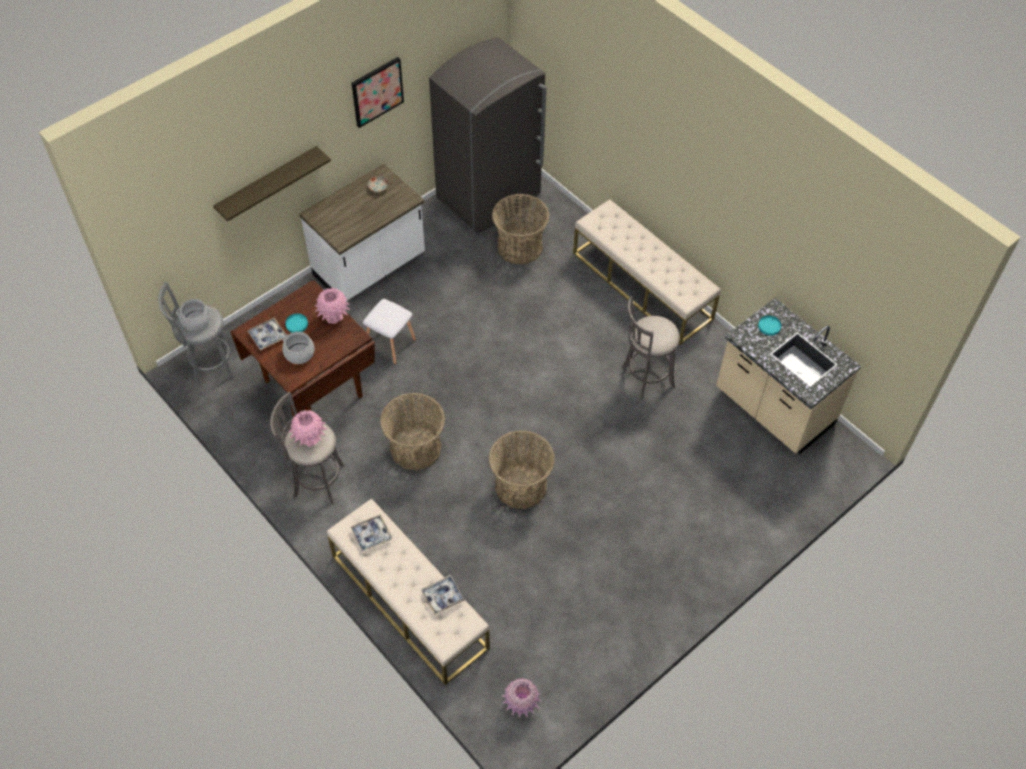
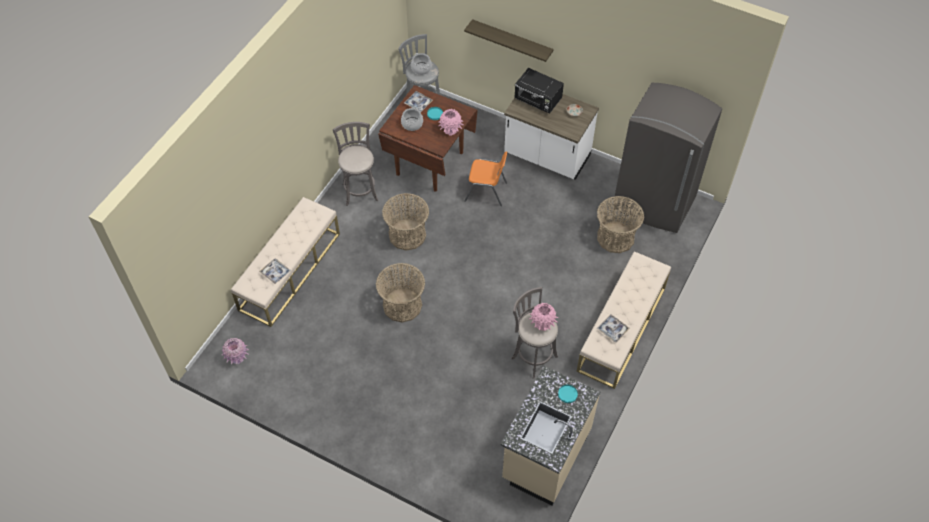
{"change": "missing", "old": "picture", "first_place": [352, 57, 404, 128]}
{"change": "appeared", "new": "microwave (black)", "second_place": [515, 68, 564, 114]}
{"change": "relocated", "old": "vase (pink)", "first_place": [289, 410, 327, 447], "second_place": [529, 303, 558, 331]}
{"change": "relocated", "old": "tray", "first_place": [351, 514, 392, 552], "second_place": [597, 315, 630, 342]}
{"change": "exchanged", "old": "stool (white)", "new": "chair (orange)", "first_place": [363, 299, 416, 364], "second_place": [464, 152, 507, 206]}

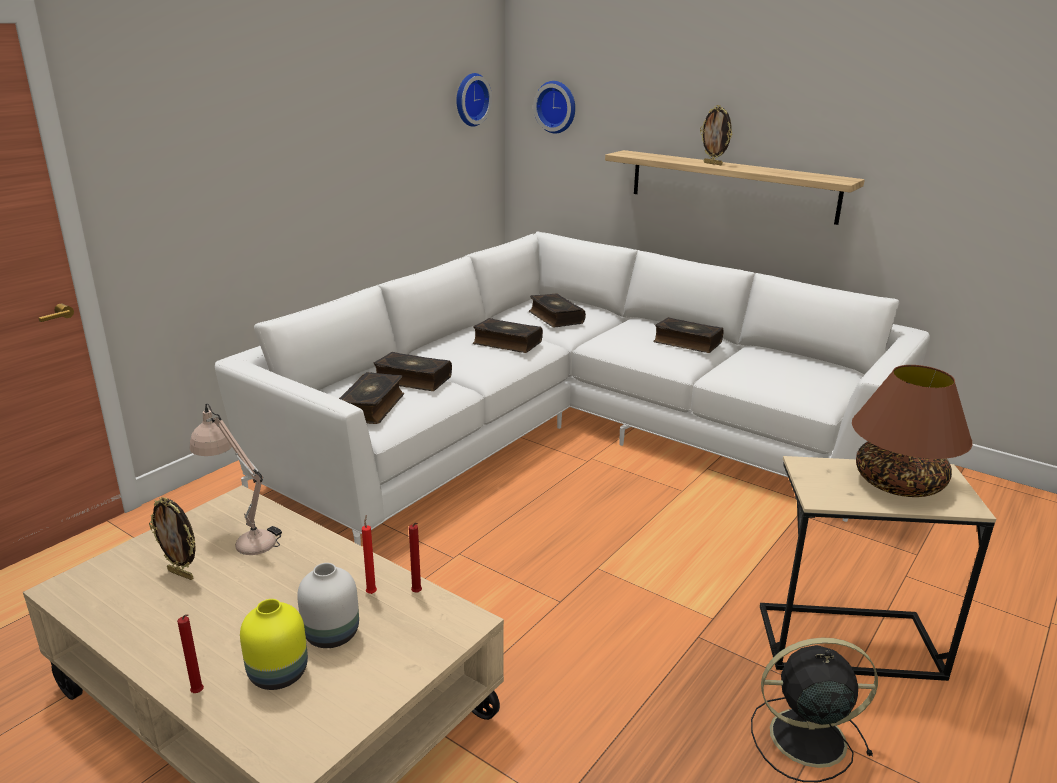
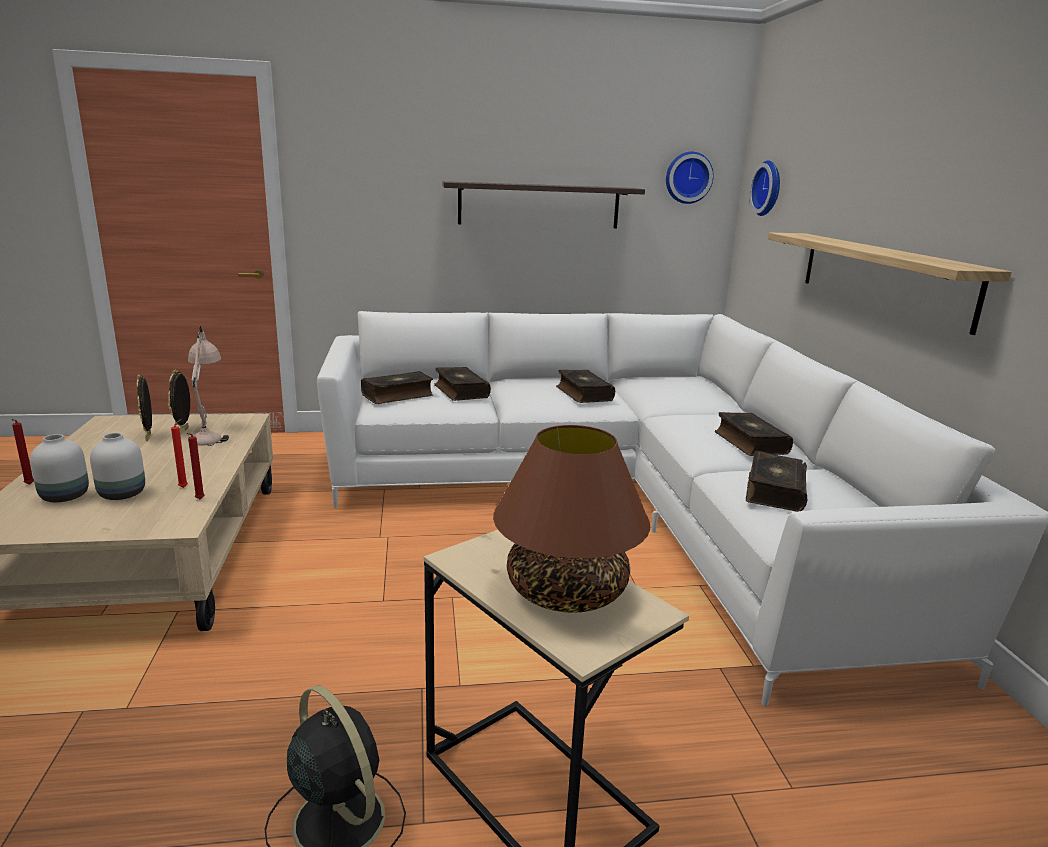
{"change": "appeared", "new": "shelf", "second_place": [443, 181, 645, 228]}
{"change": "relocated", "old": "book", "first_place": [529, 293, 586, 327], "second_place": [746, 451, 807, 512]}
{"change": "relocated", "old": "picture frame", "first_place": [700, 105, 733, 165], "second_place": [168, 370, 190, 434]}
{"change": "colour", "old": "vase (yellow)", "new": "vase (white)", "first_place": [240, 599, 308, 690], "second_place": [30, 434, 89, 502]}

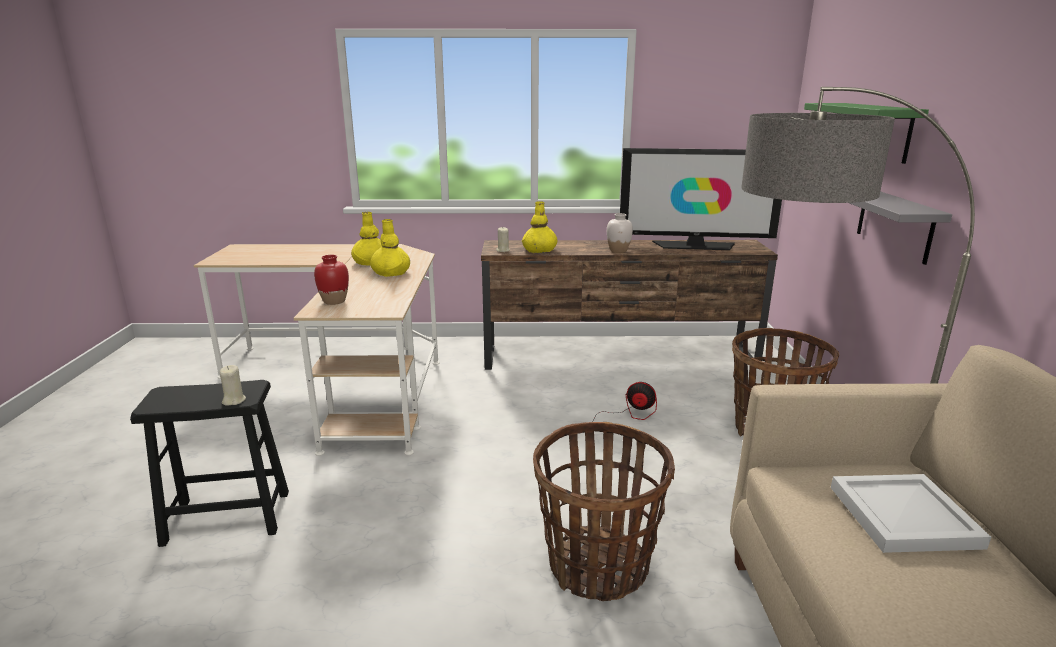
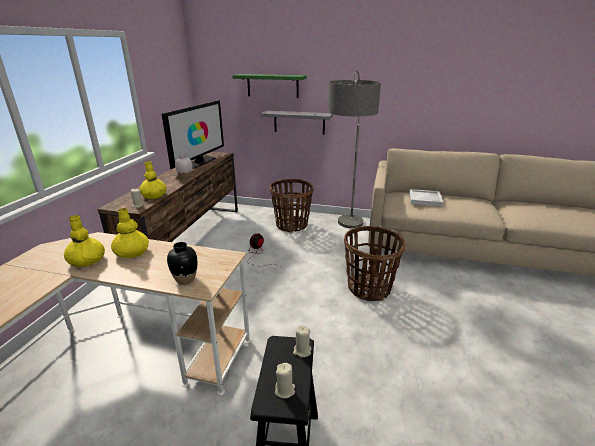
{"change": "appeared", "new": "candle (beige)", "second_place": [275, 363, 295, 398]}
{"change": "colour", "old": "vase (red)", "new": "vase (black)", "first_place": [314, 255, 349, 305], "second_place": [167, 242, 197, 285]}

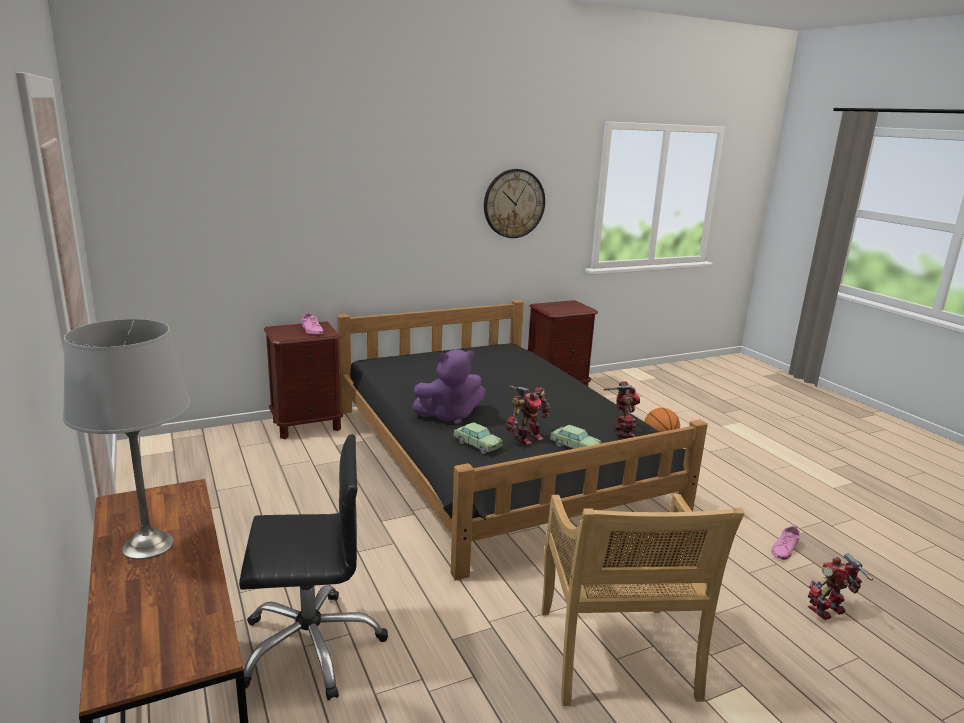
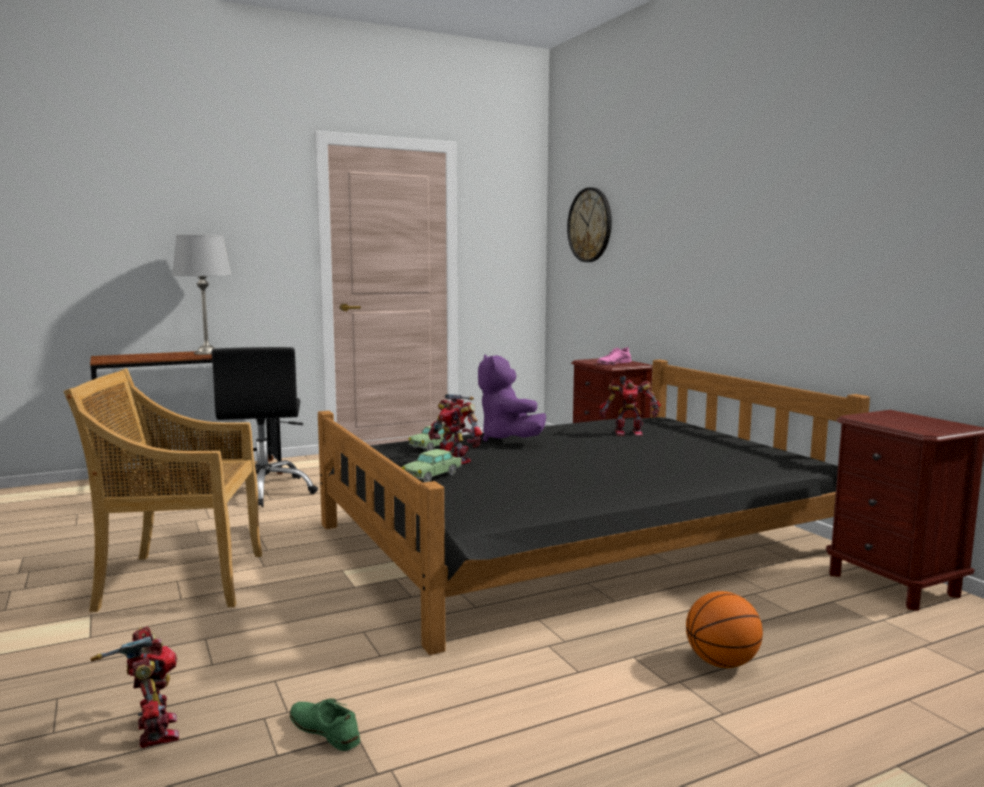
{"change": "relocated", "old": "wall clock", "first_place": [484, 169, 545, 238], "second_place": [567, 187, 612, 262]}
{"change": "relocated", "old": "toy robot", "first_place": [604, 381, 640, 438], "second_place": [599, 376, 661, 436]}
{"change": "colour", "old": "shoe (pink)", "new": "shoe (green)", "first_place": [771, 525, 801, 560], "second_place": [290, 699, 360, 751]}

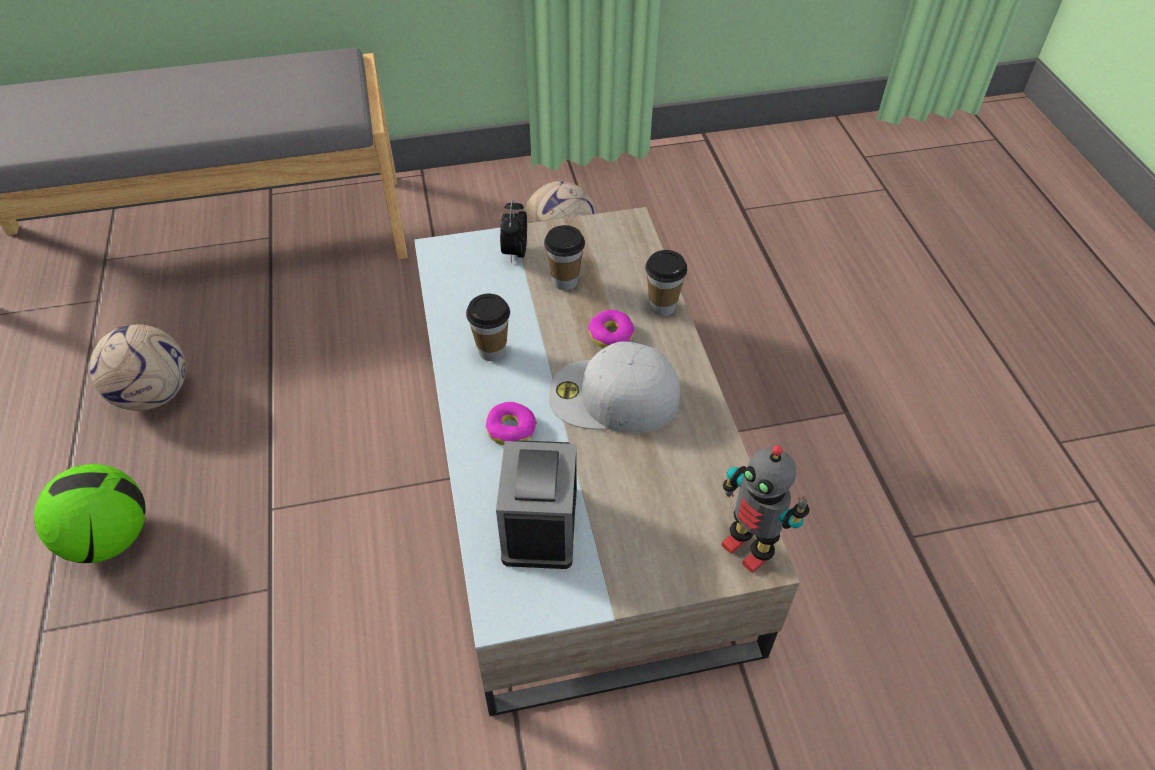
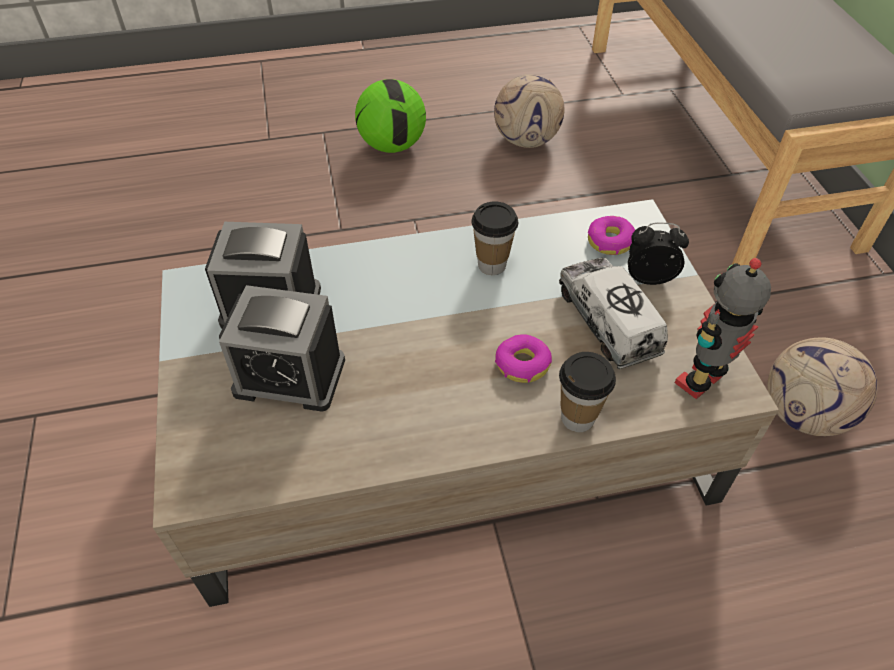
{"change": "missing", "old": "cap (white)", "first_place": [548, 341, 680, 433]}
{"change": "appeared", "new": "alarm clock", "second_place": [219, 285, 345, 412]}
{"change": "relocated", "old": "donut", "first_place": [486, 402, 537, 445], "second_place": [588, 216, 635, 255]}
{"change": "relocated", "old": "toy robot", "first_place": [721, 445, 809, 573], "second_place": [675, 258, 771, 399]}
{"change": "exchanged", "old": "cup", "new": "toy truck", "first_place": [544, 225, 585, 290], "second_place": [559, 258, 668, 369]}

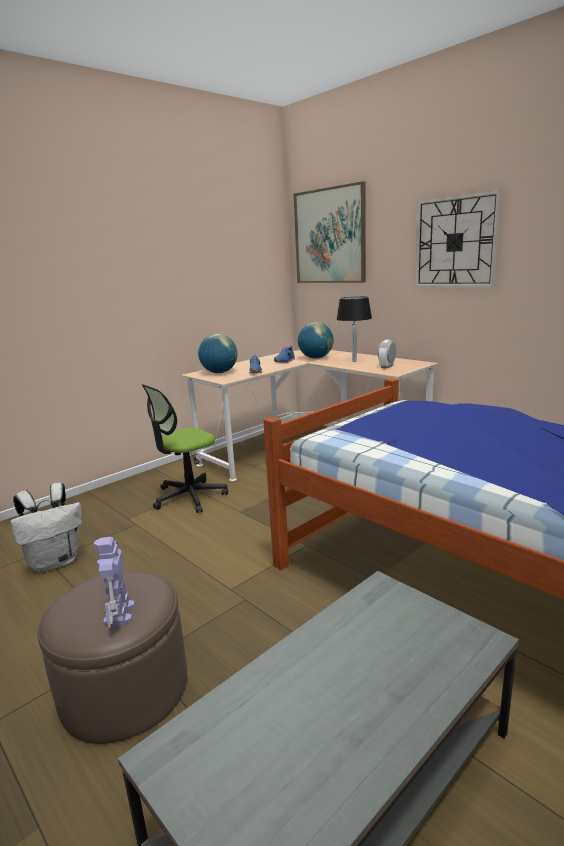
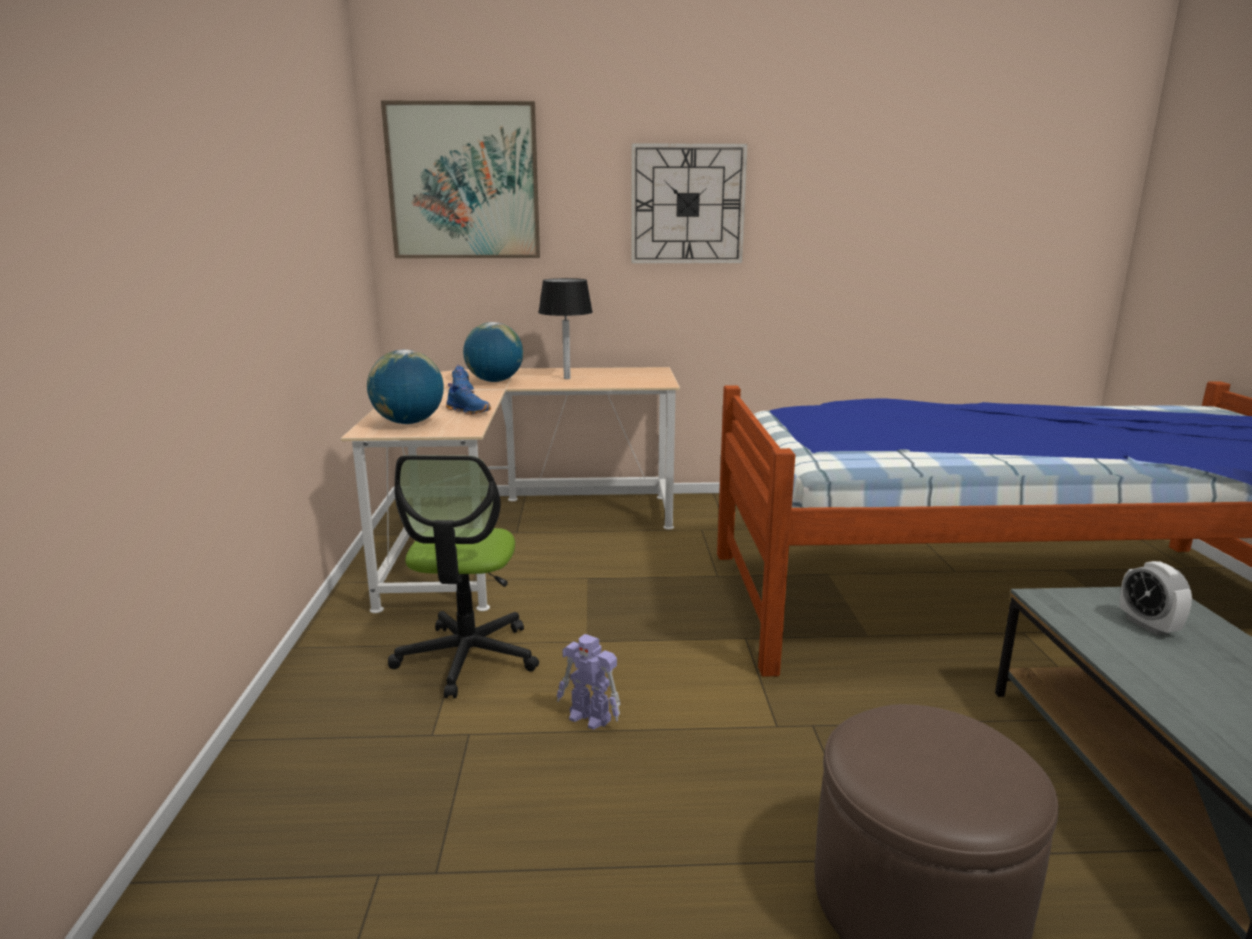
{"change": "missing", "old": "backpack (white)", "first_place": [10, 483, 82, 573]}
{"change": "relocated", "old": "toy robot", "first_place": [94, 537, 135, 628], "second_place": [557, 634, 620, 730]}
{"change": "relocated", "old": "alarm clock", "first_place": [378, 340, 396, 368], "second_place": [1120, 561, 1192, 635]}

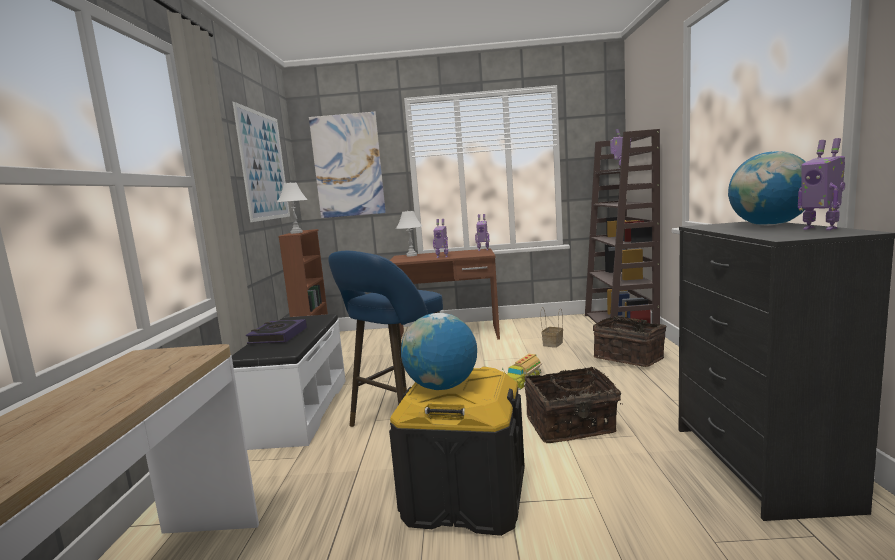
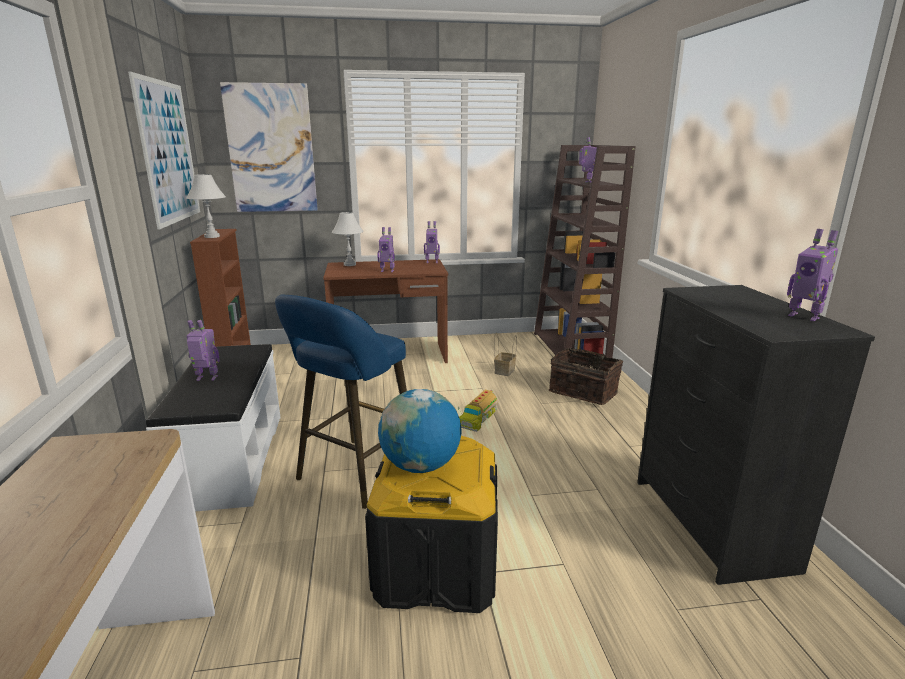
{"change": "missing", "old": "basket", "first_place": [524, 367, 623, 443]}
{"change": "missing", "old": "globe", "first_place": [728, 151, 806, 226]}
{"change": "exchanged", "old": "book", "new": "toy robot", "first_place": [246, 319, 307, 344], "second_place": [187, 320, 220, 381]}

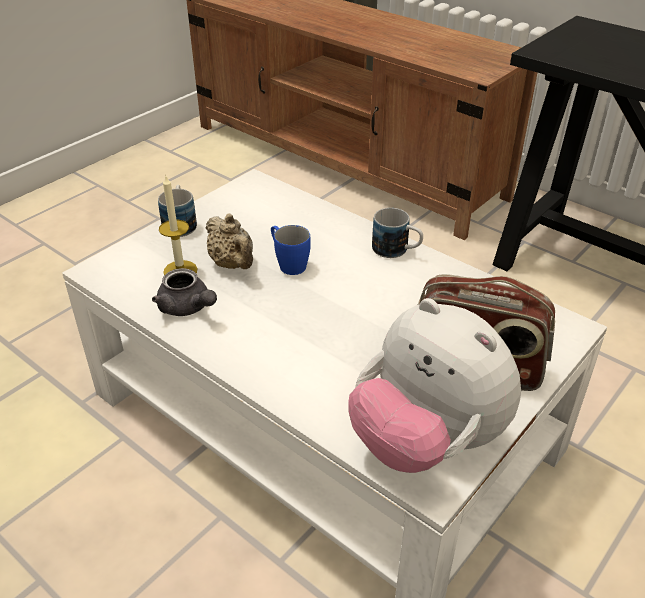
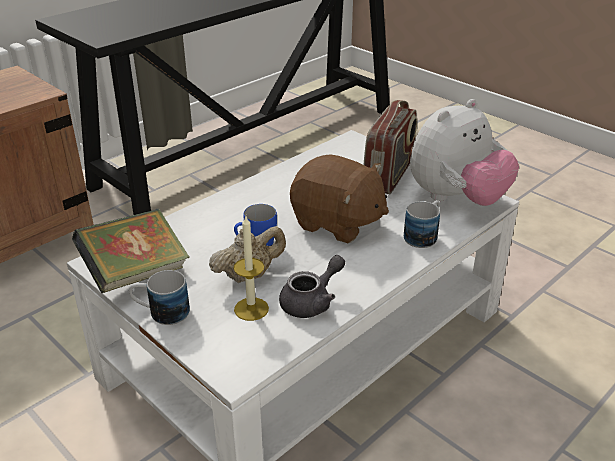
{"change": "appeared", "new": "book", "second_place": [72, 209, 190, 293]}
{"change": "appeared", "new": "plush toy (brown)", "second_place": [290, 154, 389, 243]}
{"change": "relocated", "old": "mug", "first_place": [372, 208, 423, 258], "second_place": [404, 200, 440, 248]}

